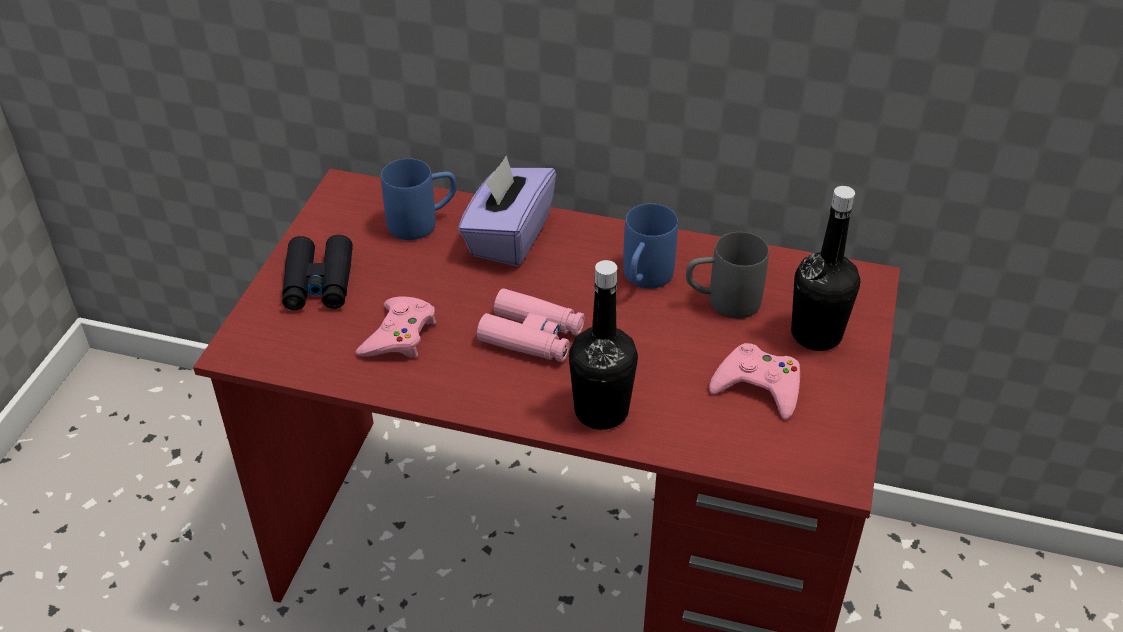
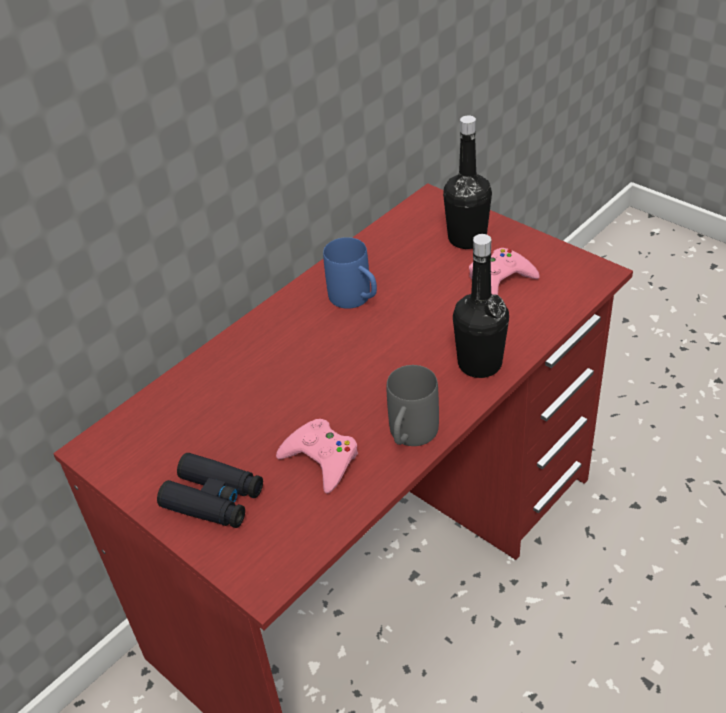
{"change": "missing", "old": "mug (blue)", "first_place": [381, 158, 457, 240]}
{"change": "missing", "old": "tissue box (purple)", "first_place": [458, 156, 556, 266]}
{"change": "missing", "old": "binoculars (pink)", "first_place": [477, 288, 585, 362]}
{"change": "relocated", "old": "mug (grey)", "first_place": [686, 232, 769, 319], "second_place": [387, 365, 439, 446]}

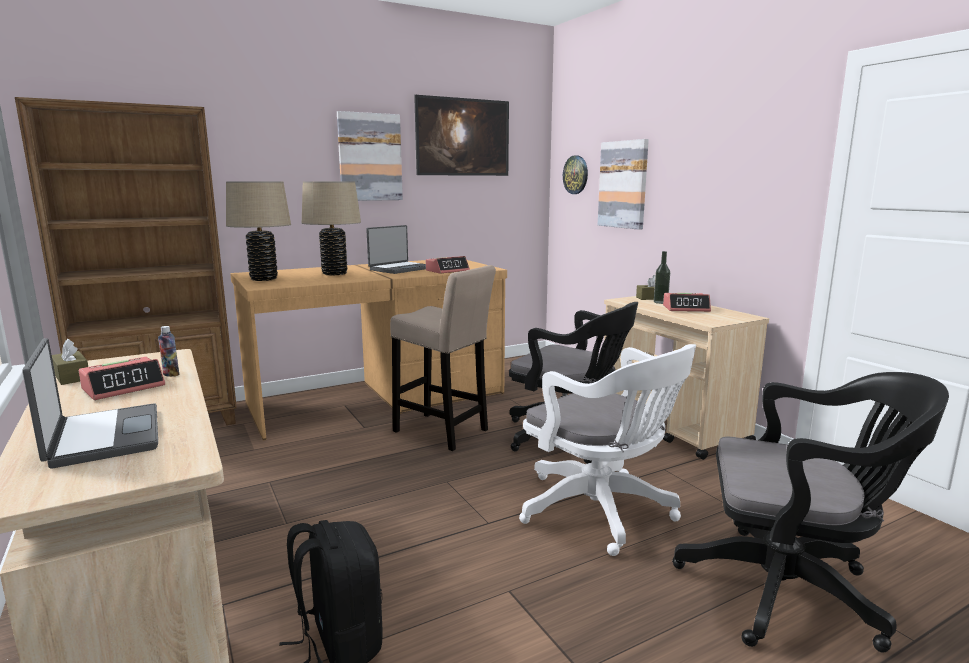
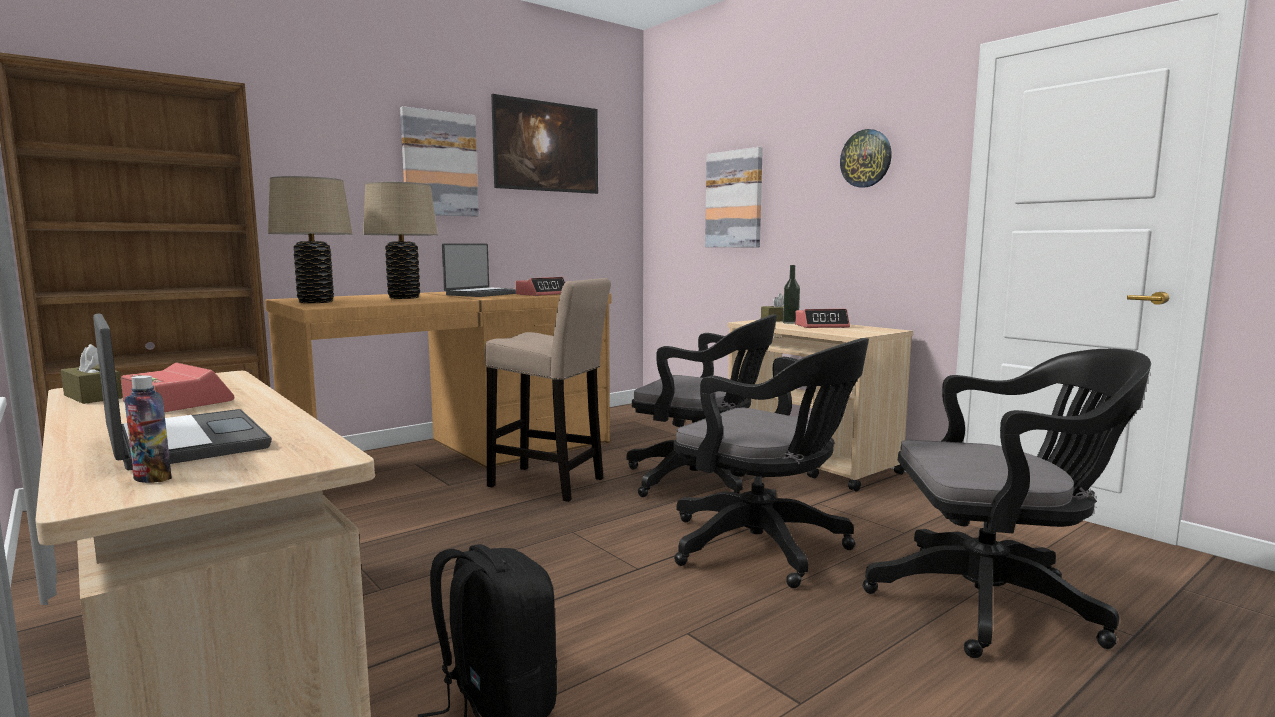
{"change": "relocated", "old": "bottle", "first_place": [158, 326, 179, 377], "second_place": [125, 375, 172, 483]}
{"change": "relocated", "old": "wall clock", "first_place": [563, 155, 588, 194], "second_place": [840, 129, 892, 188]}
{"change": "colour", "old": "office chair (white)", "new": "office chair (black)", "first_place": [519, 344, 696, 556], "second_place": [673, 338, 869, 588]}
{"change": "spun", "old": "alarm clock", "first_place": [79, 357, 165, 400], "second_place": [121, 362, 234, 412], "degrees": -90}

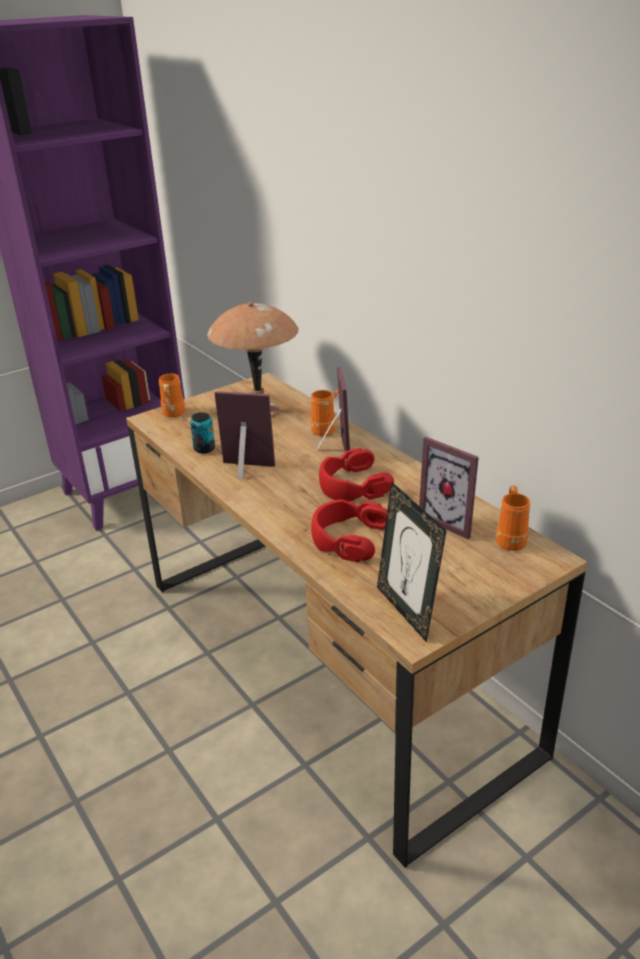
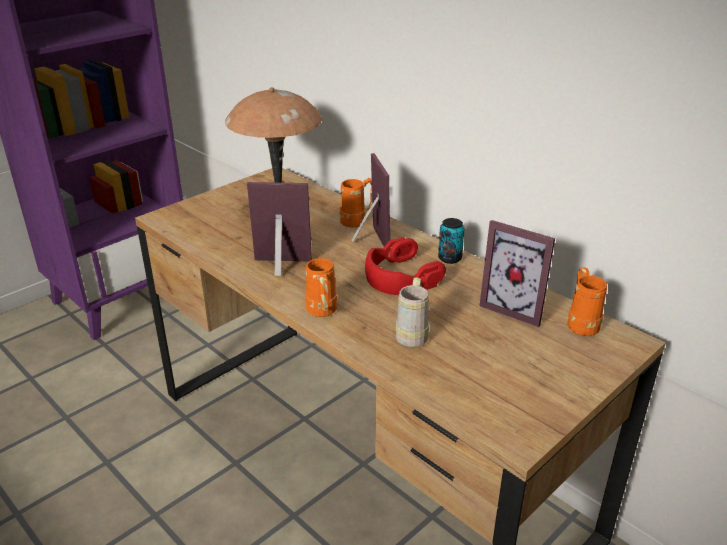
{"change": "missing", "old": "picture frame", "first_place": [377, 482, 447, 642]}
{"change": "relocated", "old": "mug (orange)", "first_place": [159, 374, 185, 417], "second_place": [305, 258, 337, 317]}
{"change": "relocated", "old": "can", "first_place": [190, 412, 215, 453], "second_place": [438, 218, 464, 264]}
{"change": "exchanged", "old": "headphones (red)", "new": "mug (beige)", "first_place": [311, 499, 387, 563], "second_place": [396, 277, 429, 347]}

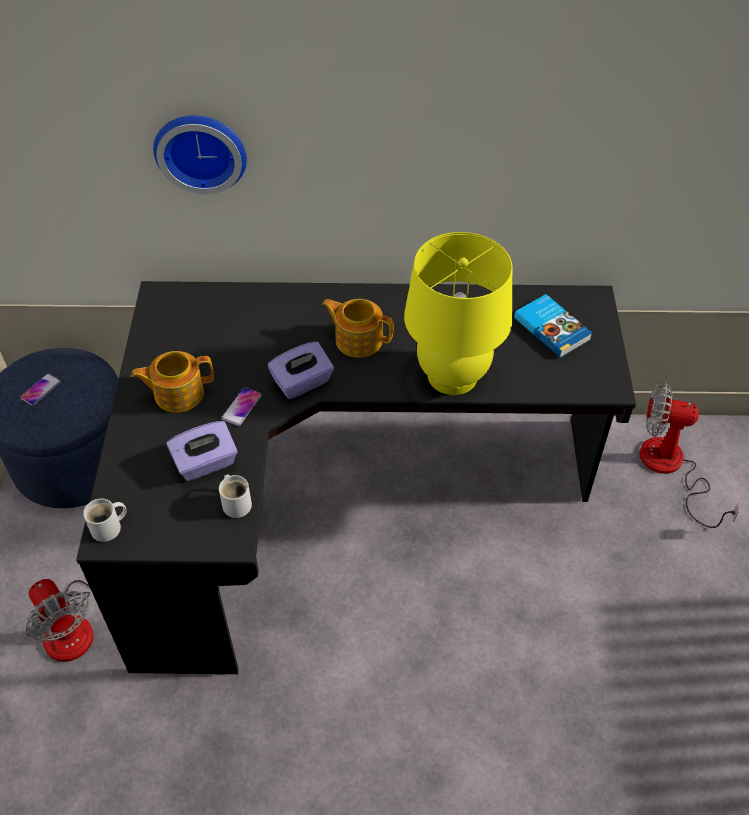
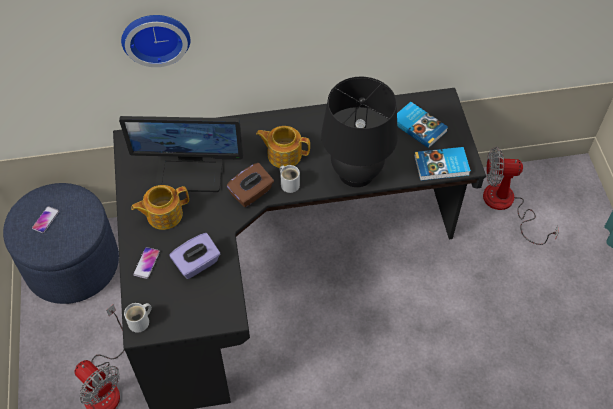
{"change": "appeared", "new": "monitor", "second_place": [119, 116, 243, 192]}
{"change": "appeared", "new": "book", "second_place": [414, 147, 471, 181]}
{"change": "relocated", "old": "mug (white)", "first_place": [219, 474, 252, 518], "second_place": [280, 165, 300, 193]}
{"change": "relocated", "old": "phone", "first_place": [221, 387, 262, 426], "second_place": [133, 247, 160, 279]}
{"change": "colour", "old": "tissue box (purple)", "new": "tissue box (brown)", "first_place": [268, 341, 334, 399], "second_place": [227, 163, 274, 207]}
{"change": "colour", "old": "table lamp (yellow)", "new": "table lamp (black)", "first_place": [404, 232, 512, 395], "second_place": [321, 77, 398, 187]}

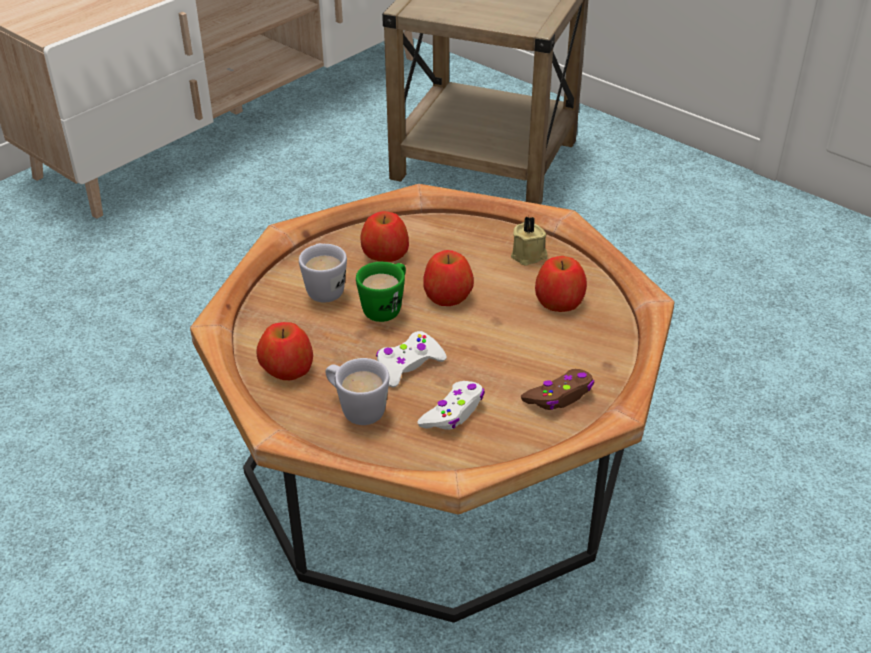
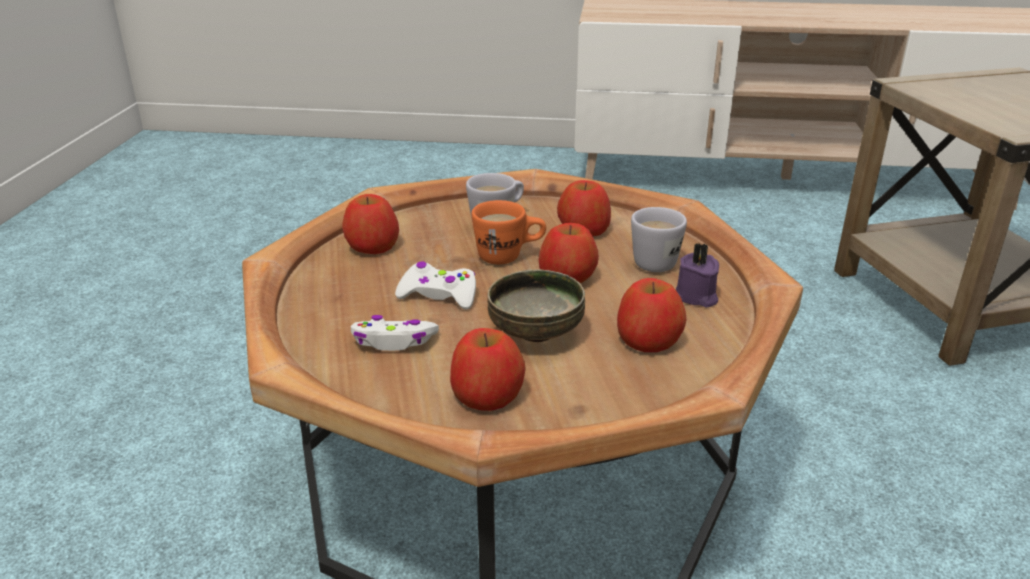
{"change": "appeared", "new": "bowl", "second_place": [487, 269, 585, 342]}
{"change": "relocated", "old": "mug (white)", "first_place": [325, 358, 389, 425], "second_place": [631, 207, 687, 272]}
{"change": "exchanged", "old": "game controller (brown)", "new": "apple", "first_place": [521, 369, 594, 410], "second_place": [450, 328, 526, 411]}
{"change": "colour", "old": "mug (green)", "new": "mug (orange)", "first_place": [356, 262, 406, 322], "second_place": [471, 200, 546, 264]}
{"change": "colour", "old": "candle (beige)", "new": "candle (purple)", "first_place": [511, 217, 547, 266], "second_place": [676, 243, 719, 307]}

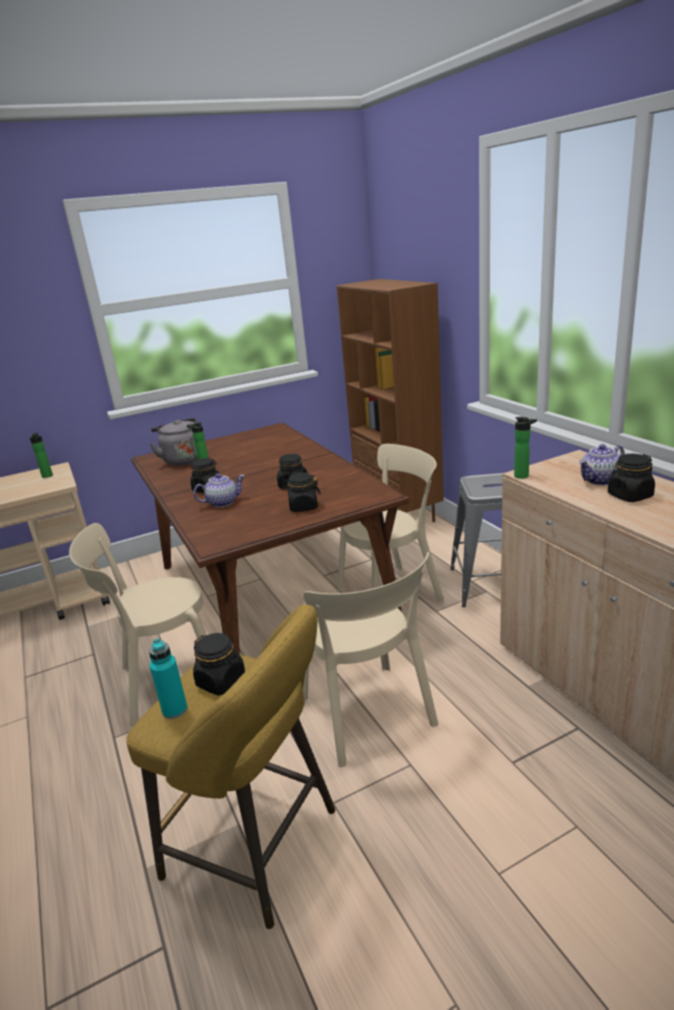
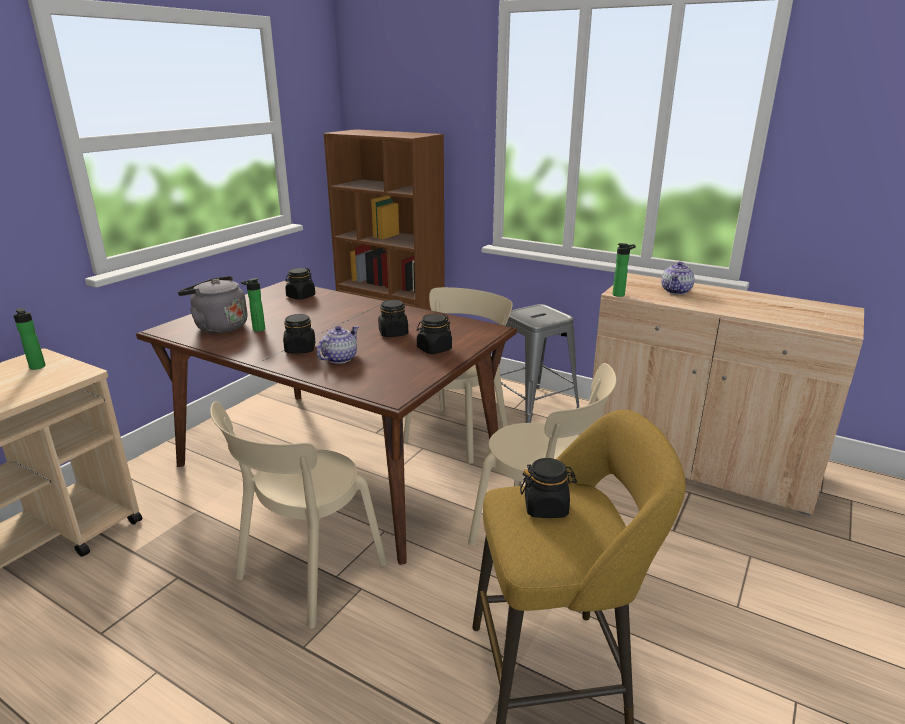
{"change": "missing", "old": "bottle (turquoise)", "first_place": [149, 639, 187, 719]}
{"change": "relocated", "old": "jar (black)", "first_place": [608, 454, 655, 502], "second_place": [285, 268, 315, 300]}

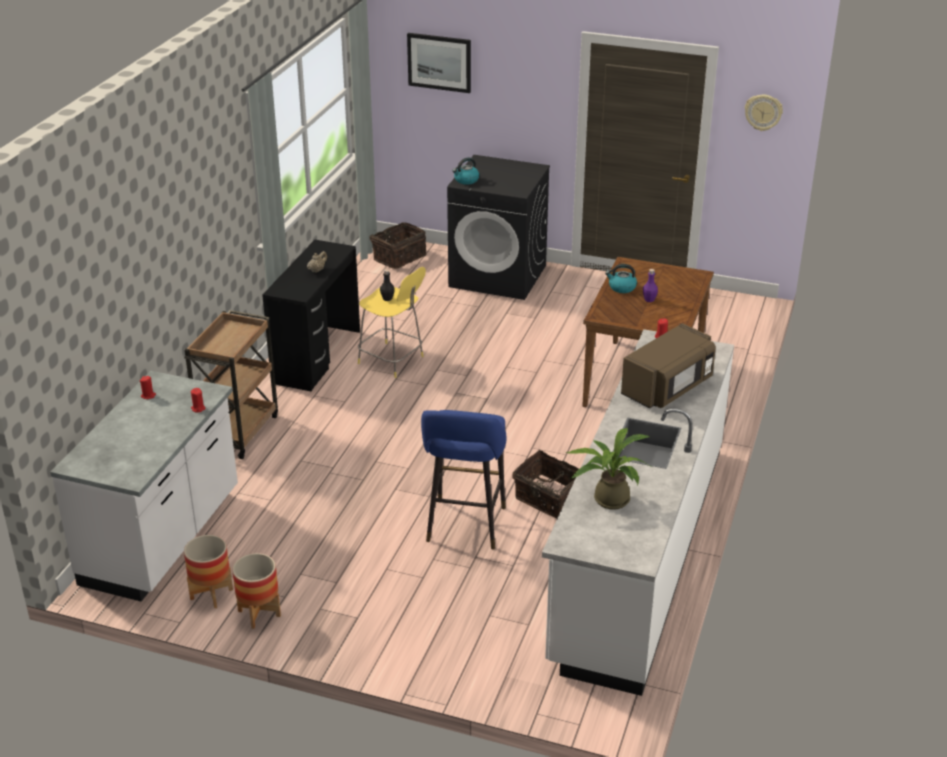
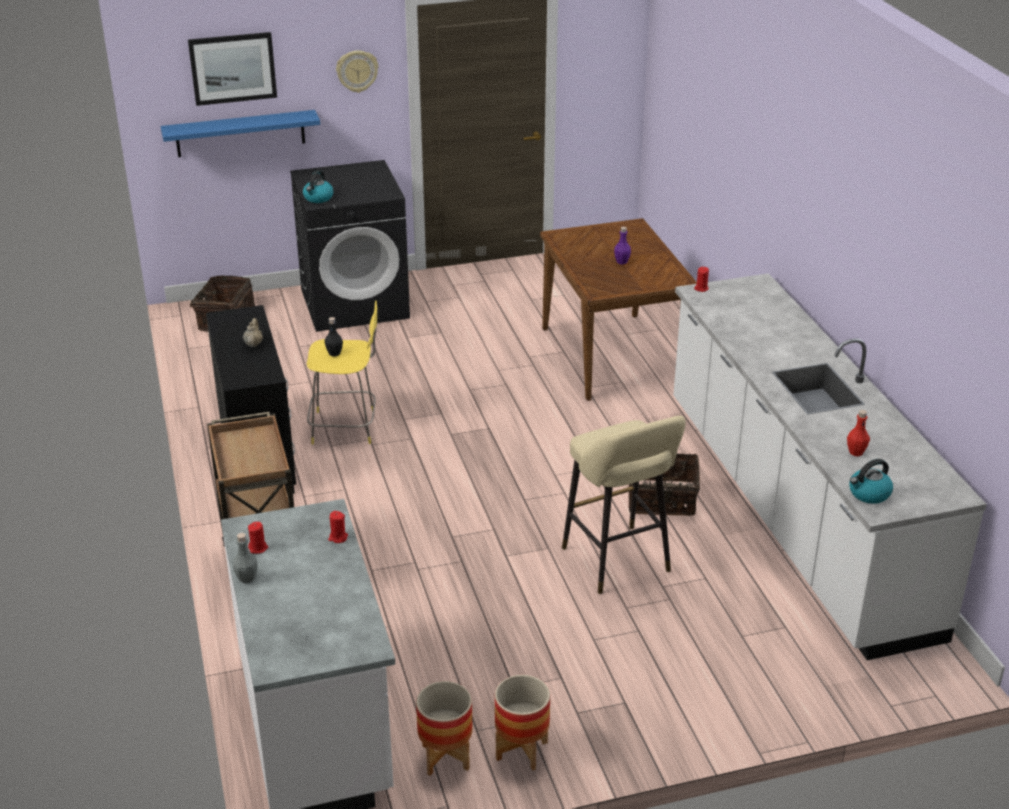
{"change": "missing", "old": "microwave (brown)", "first_place": [621, 323, 716, 408]}
{"change": "appeared", "new": "shelf (blue)", "second_place": [161, 110, 320, 157]}
{"change": "appeared", "new": "bottle (grey)", "second_place": [233, 533, 258, 583]}
{"change": "relocated", "old": "kettle", "first_place": [605, 264, 637, 293], "second_place": [849, 459, 893, 504]}
{"change": "relocated", "old": "wall clock", "first_place": [745, 95, 783, 131], "second_place": [336, 50, 378, 93]}
{"change": "exchanged", "old": "potted plant", "new": "bottle (red)", "first_place": [566, 428, 650, 510], "second_place": [847, 410, 870, 456]}
{"change": "colour", "old": "stool (blue)", "new": "stool (beige)", "first_place": [421, 410, 506, 550], "second_place": [562, 416, 686, 594]}

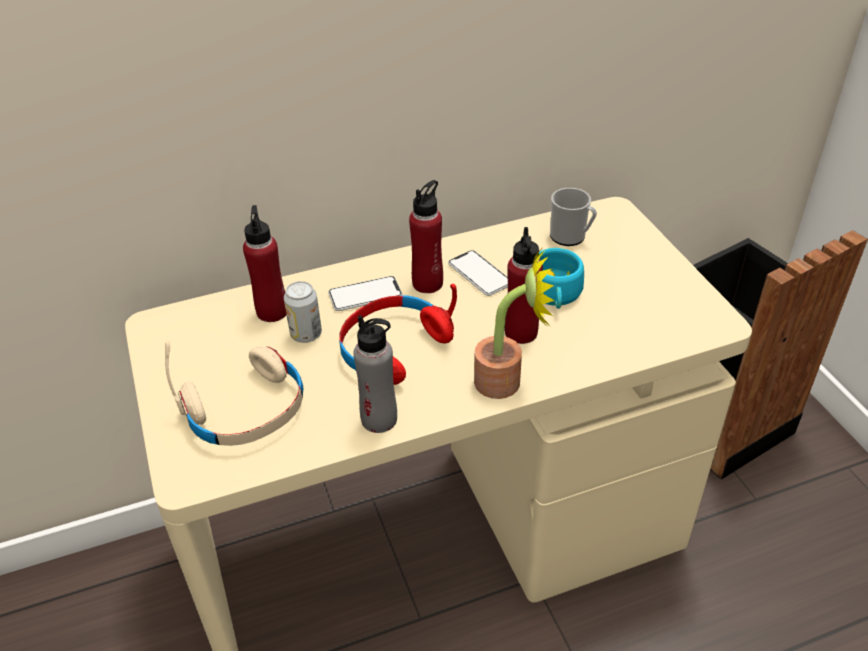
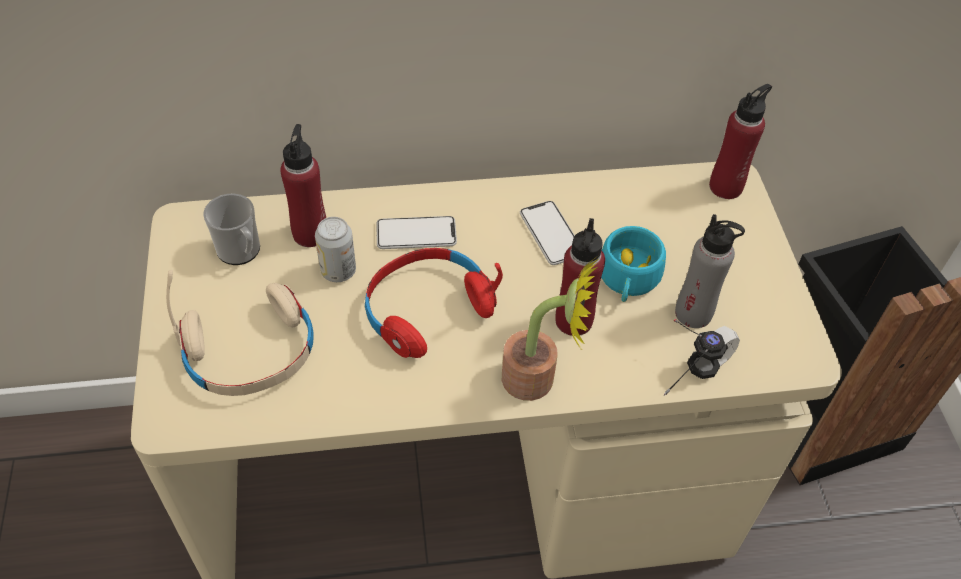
{"change": "appeared", "new": "headphones", "second_place": [664, 319, 740, 396]}
{"change": "relocated", "old": "bottle (grey)", "first_place": [353, 315, 397, 433], "second_place": [675, 214, 745, 328]}
{"change": "relocated", "old": "bottle (red)", "first_place": [409, 180, 443, 293], "second_place": [709, 84, 772, 199]}
{"change": "relocated", "old": "mug", "first_place": [550, 188, 597, 246], "second_place": [203, 194, 260, 265]}

